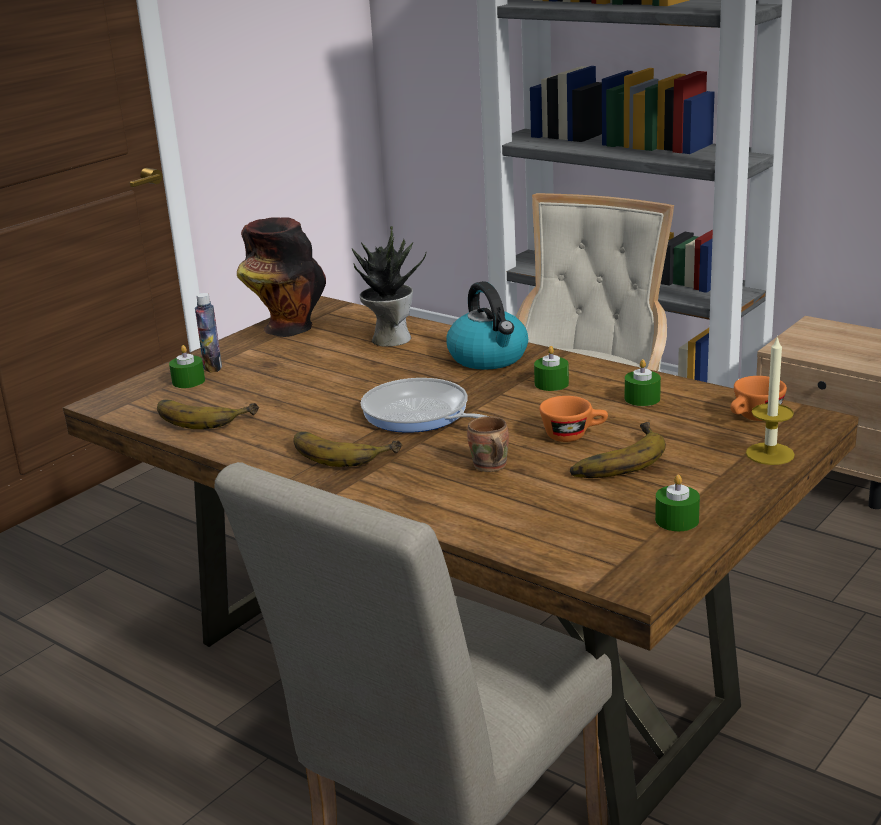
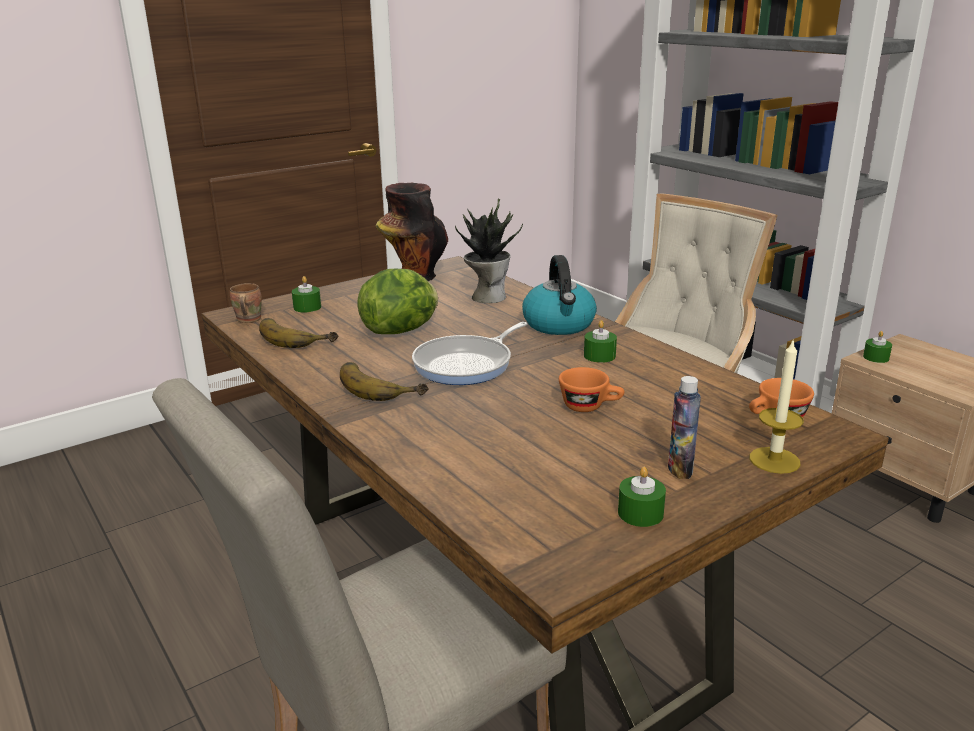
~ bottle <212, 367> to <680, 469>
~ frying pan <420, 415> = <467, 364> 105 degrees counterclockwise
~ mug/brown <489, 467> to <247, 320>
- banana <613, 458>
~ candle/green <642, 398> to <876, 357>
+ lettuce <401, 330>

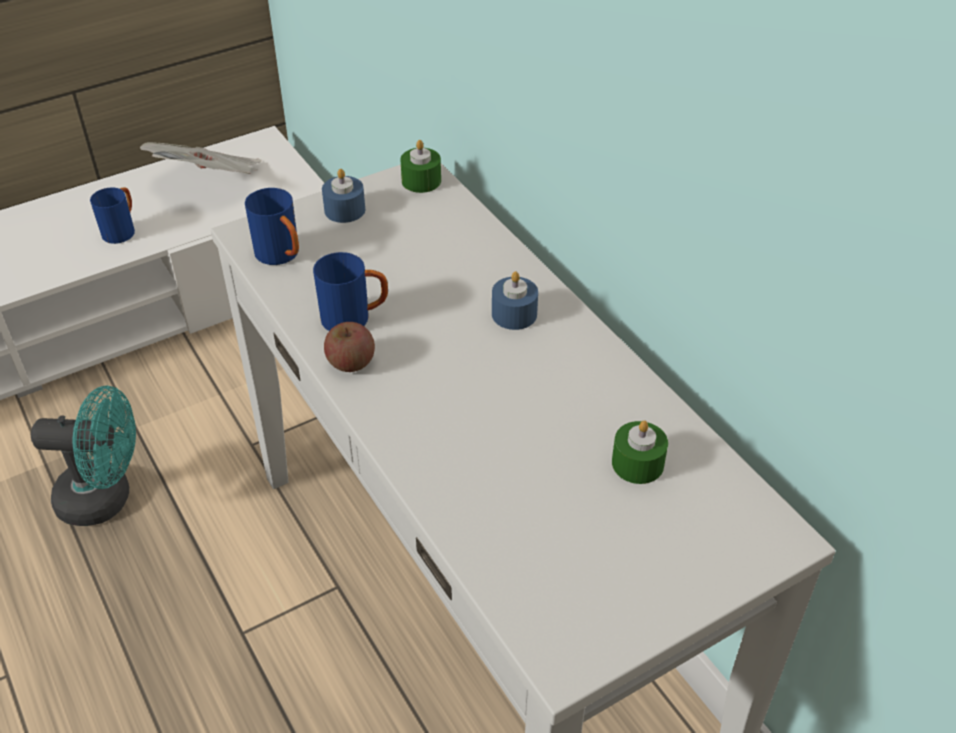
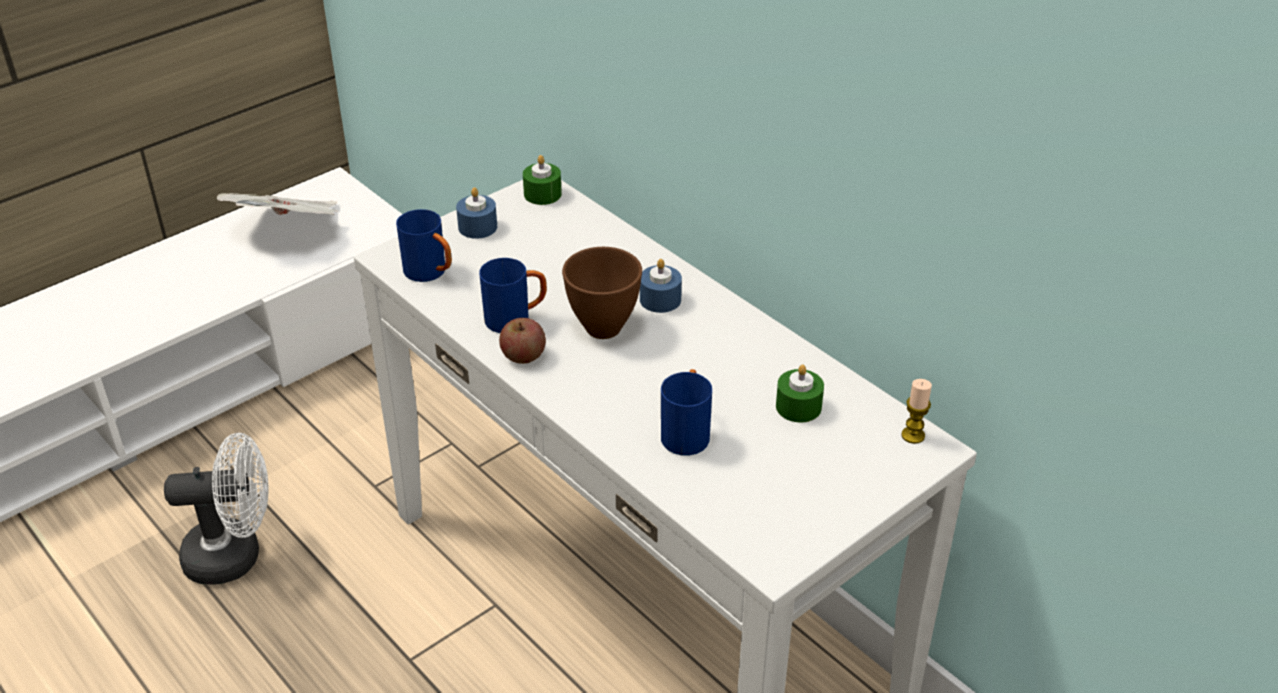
~ fan/turquoise <106, 498> to fan/white <235, 555>
~ mug/blue <122, 230> to <686, 432>
+ bowl/brown <605, 328>
+ candle <913, 435>

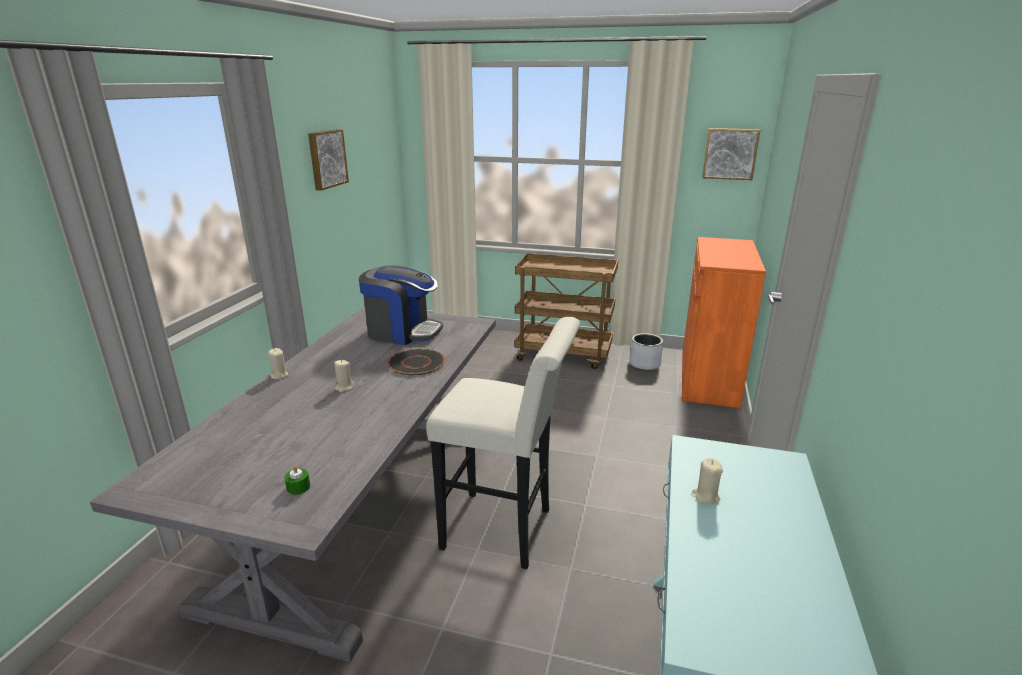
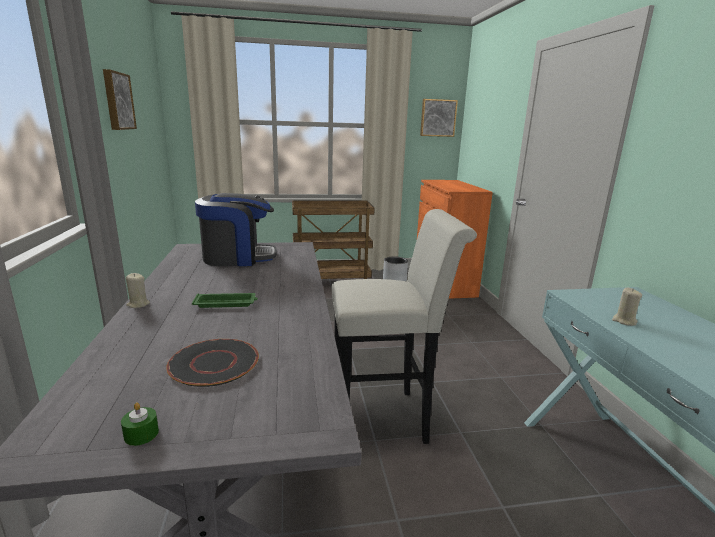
~ candle/green <298, 487> to <141, 434>
~ candle/beige <344, 387> to tray/green <226, 303>
~ plate/black <416, 363> to <213, 363>

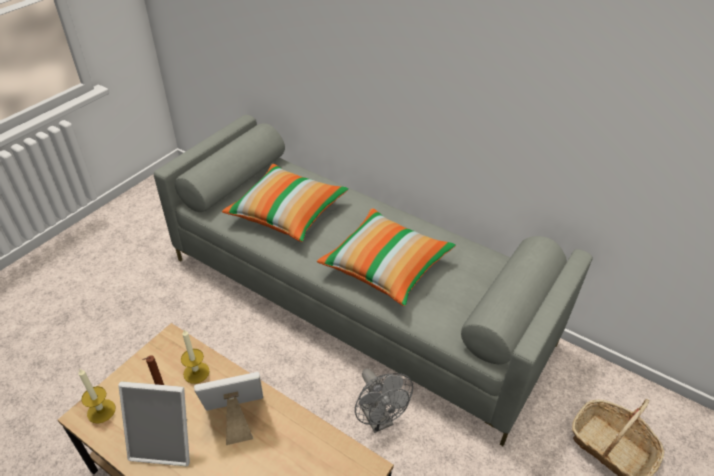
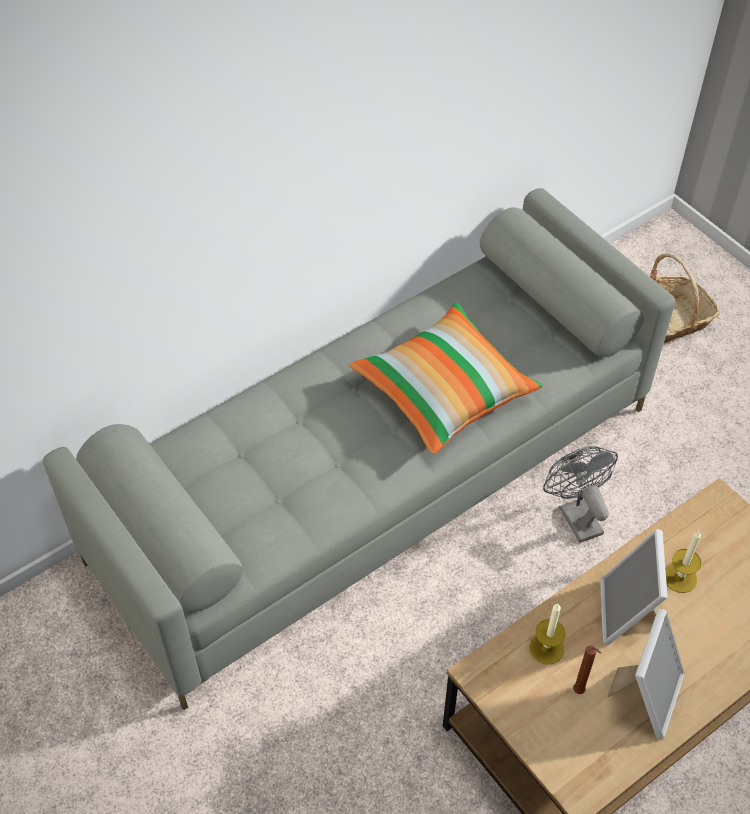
~ candle <101, 411> to <680, 578>
- pillow <287, 213>
~ fan/grey <379, 420> = <575, 515> 105 degrees counterclockwise

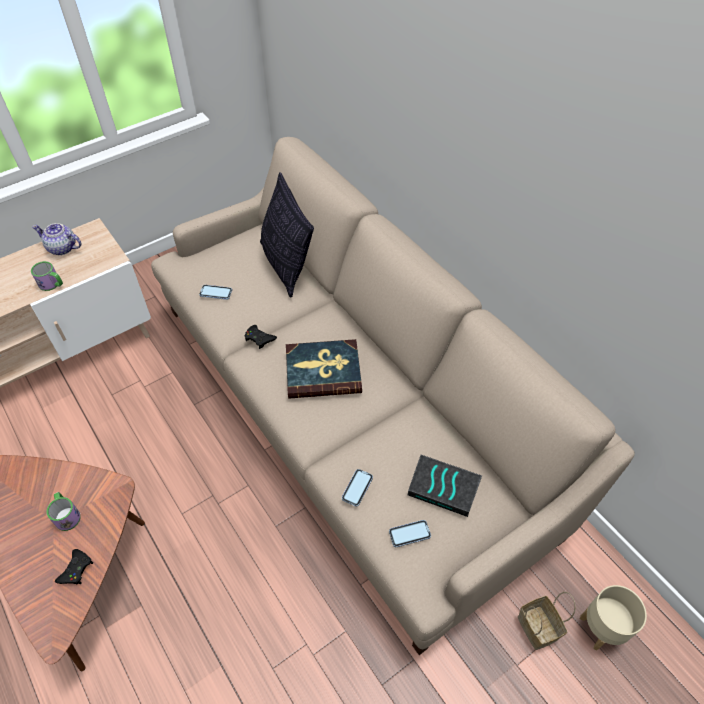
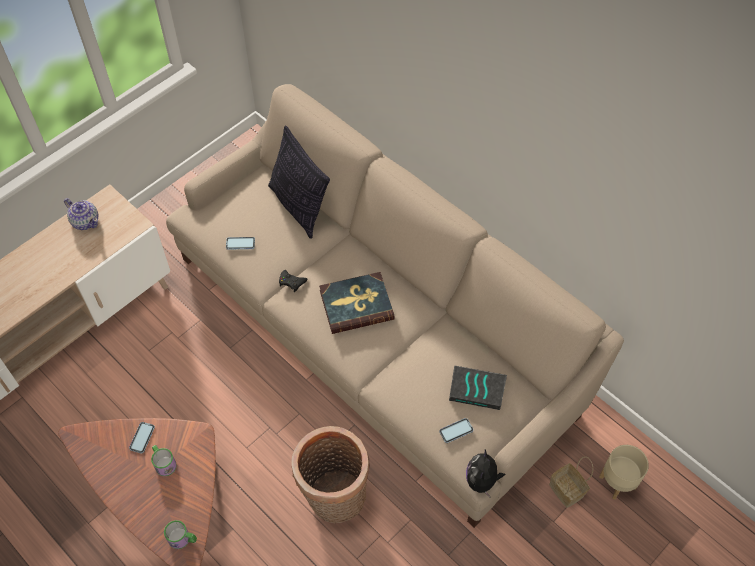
~ mug <52, 284> to <183, 539>
~ teapot <62, 248> = <85, 221> 150 degrees counterclockwise
- game controller/black <76, 569>
~ phone <357, 488> to <142, 438>
+ basket <334, 499>
+ plush toy <482, 480>

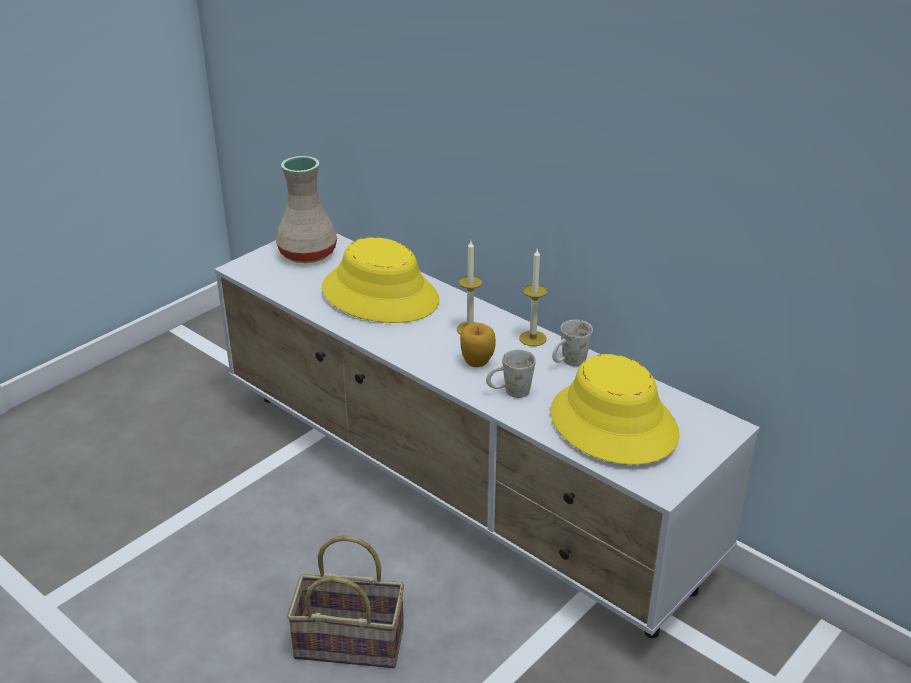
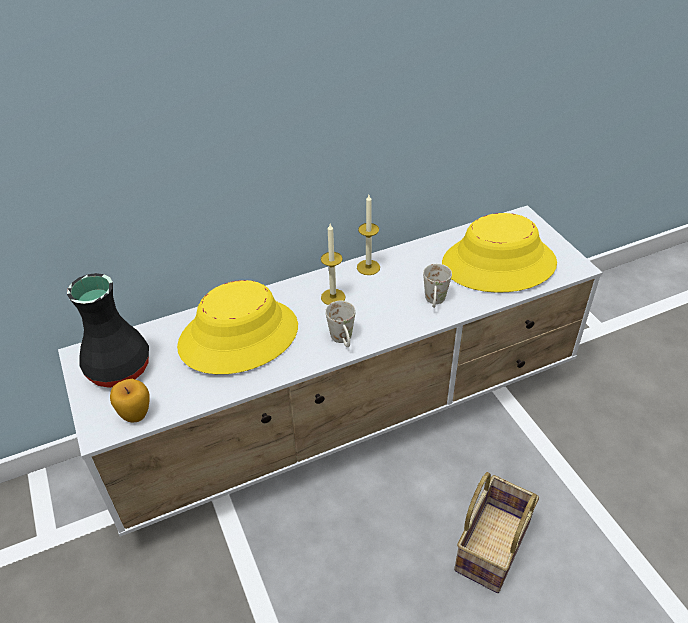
~ vase/beige <306, 253> to vase/black <118, 370>
~ apple <477, 362> to <136, 414>
~ mug/white <568, 363> to <343, 340>

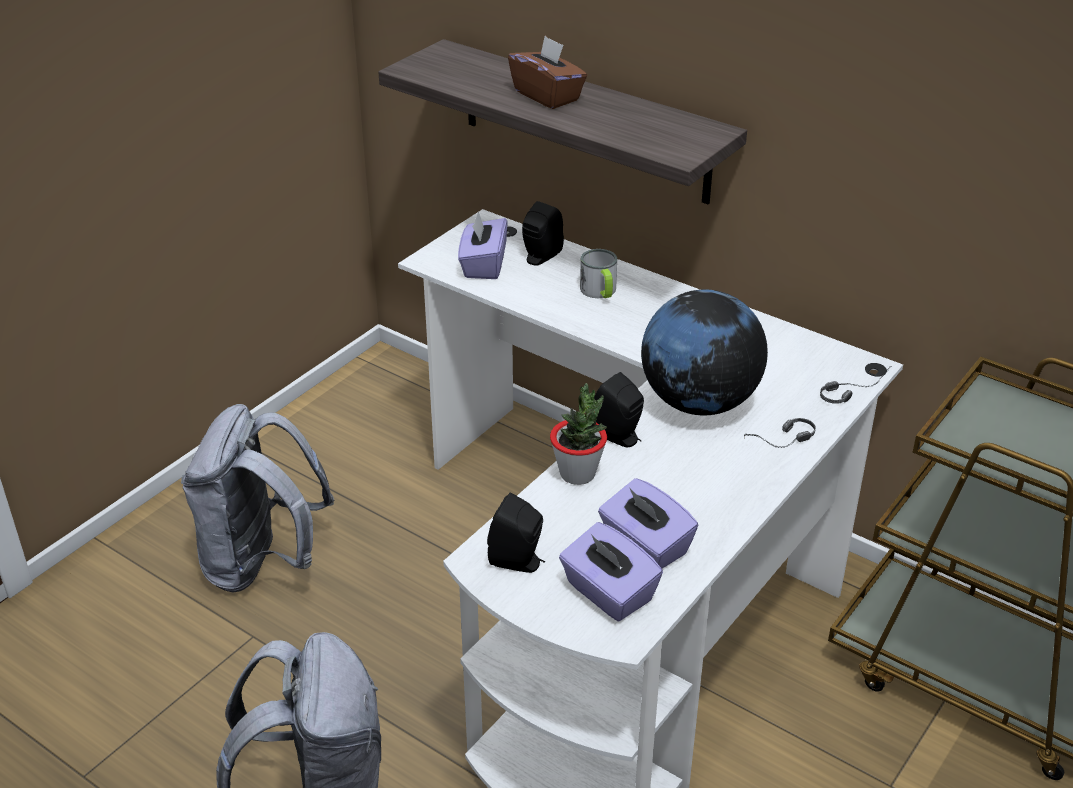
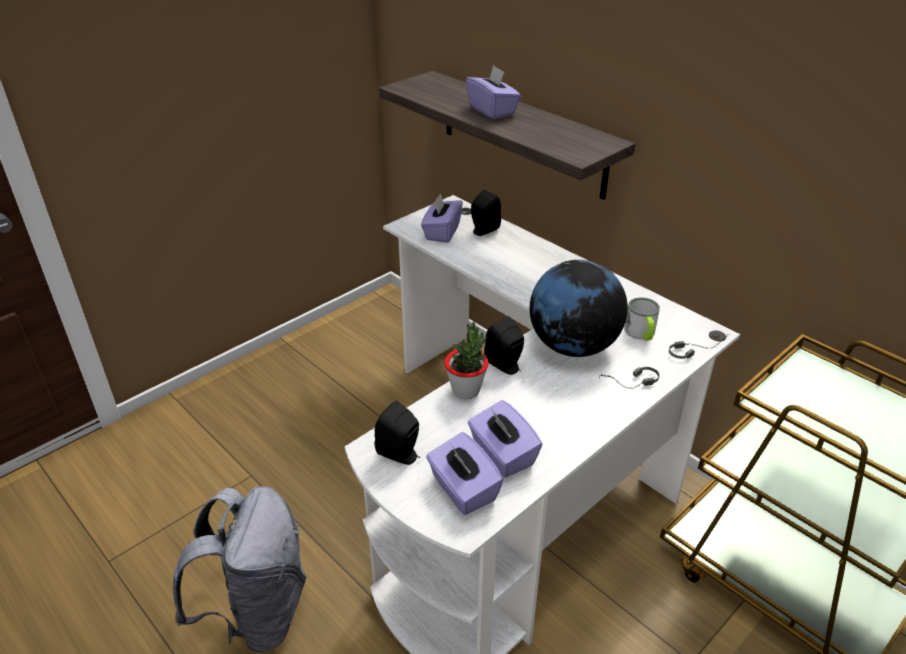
- backpack/grey <262, 563>
~ tissue box/brown <547, 96> to tissue box/purple <492, 110>
~ mug <600, 292> to <641, 334>

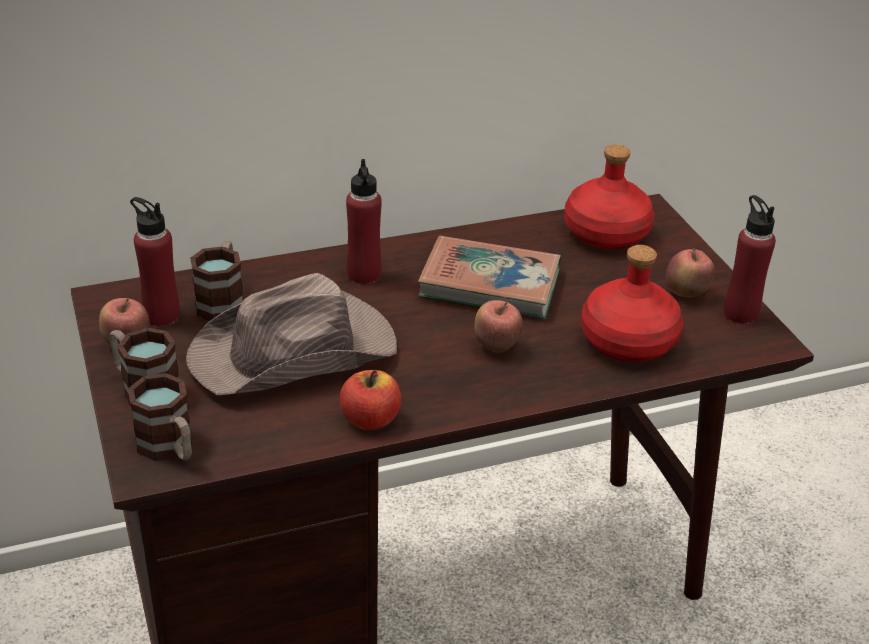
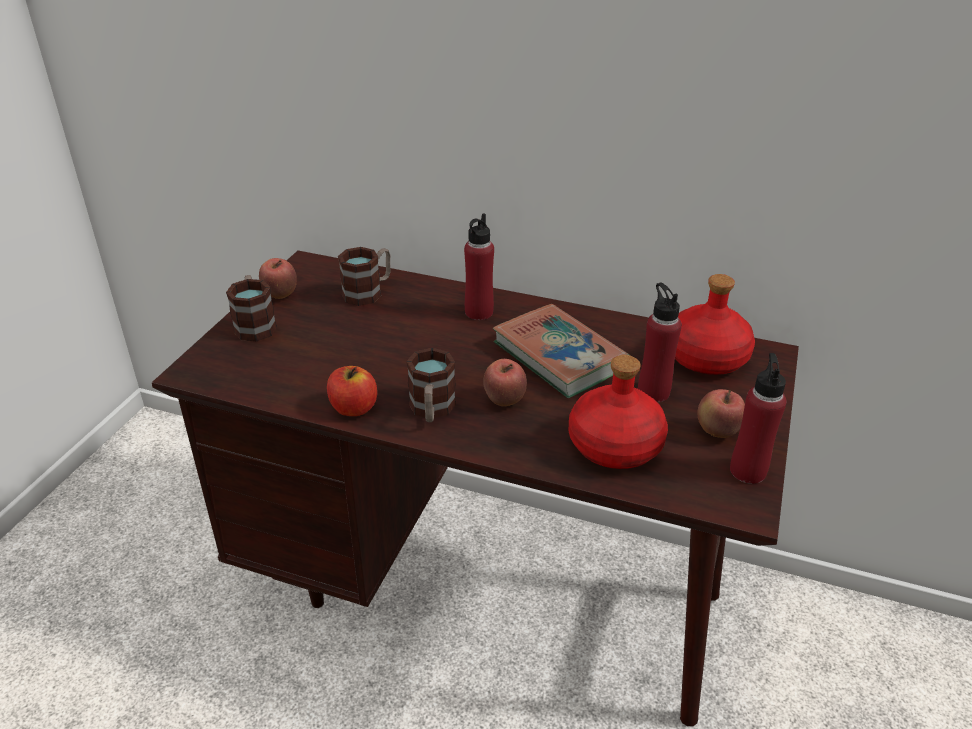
~ mug <170, 448> to <431, 410>
~ bottle/red <162, 315> to <653, 392>
- hat/brown <295, 353>

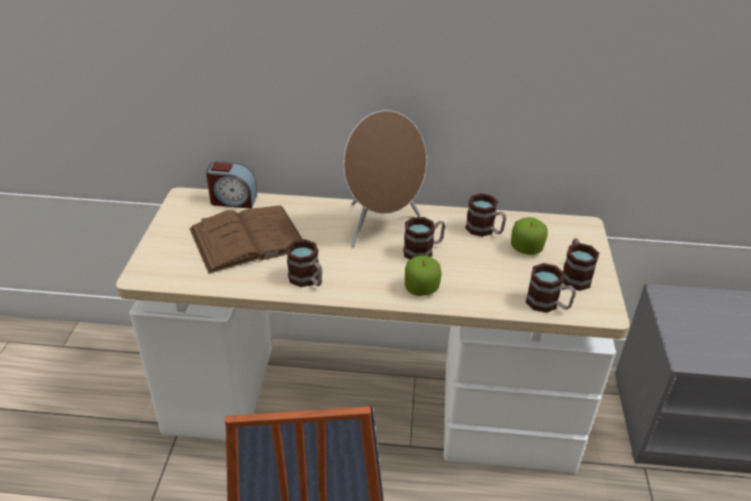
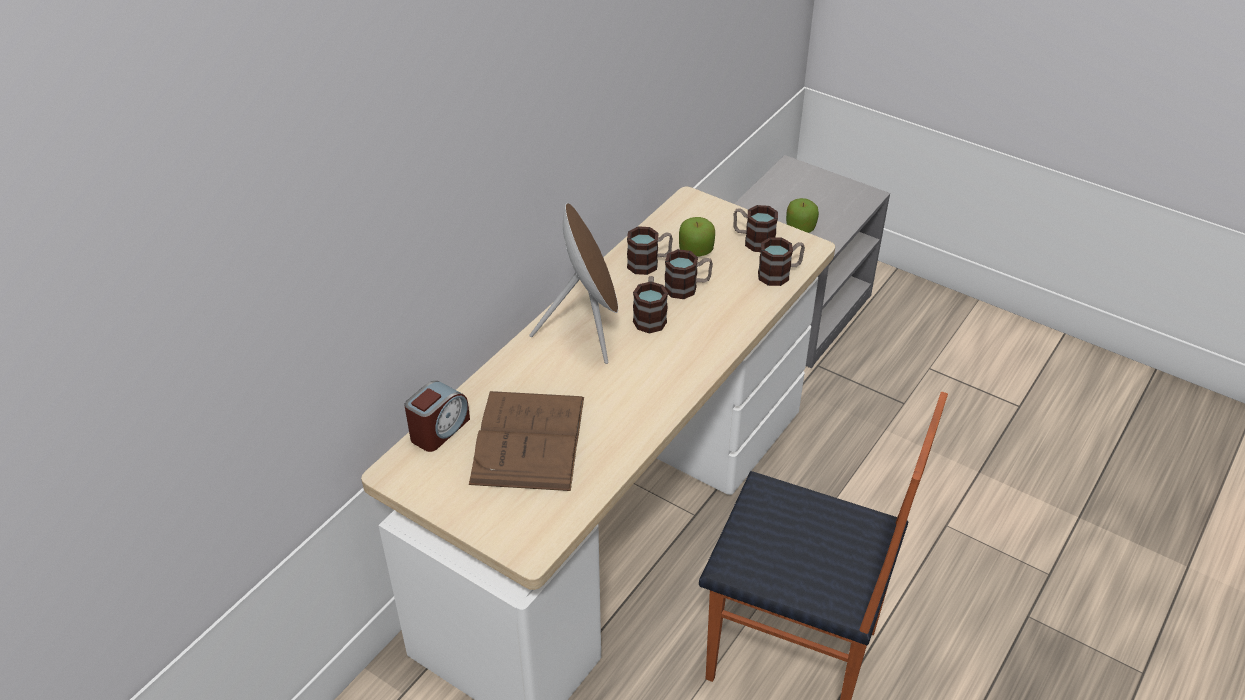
~ mug <307, 280> to <687, 287>
~ apple <421, 288> to <800, 227>

